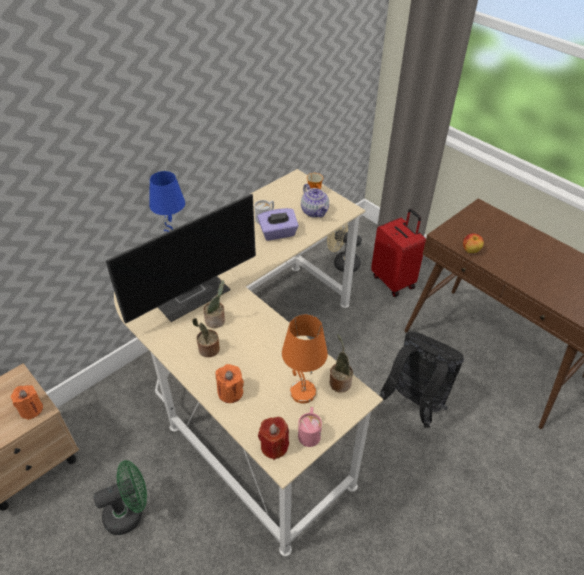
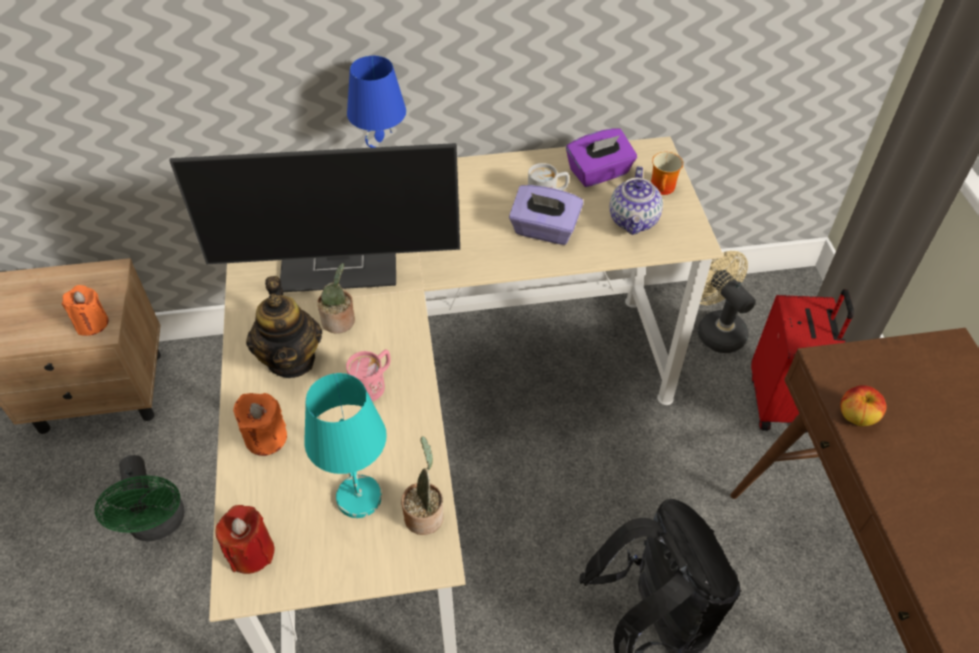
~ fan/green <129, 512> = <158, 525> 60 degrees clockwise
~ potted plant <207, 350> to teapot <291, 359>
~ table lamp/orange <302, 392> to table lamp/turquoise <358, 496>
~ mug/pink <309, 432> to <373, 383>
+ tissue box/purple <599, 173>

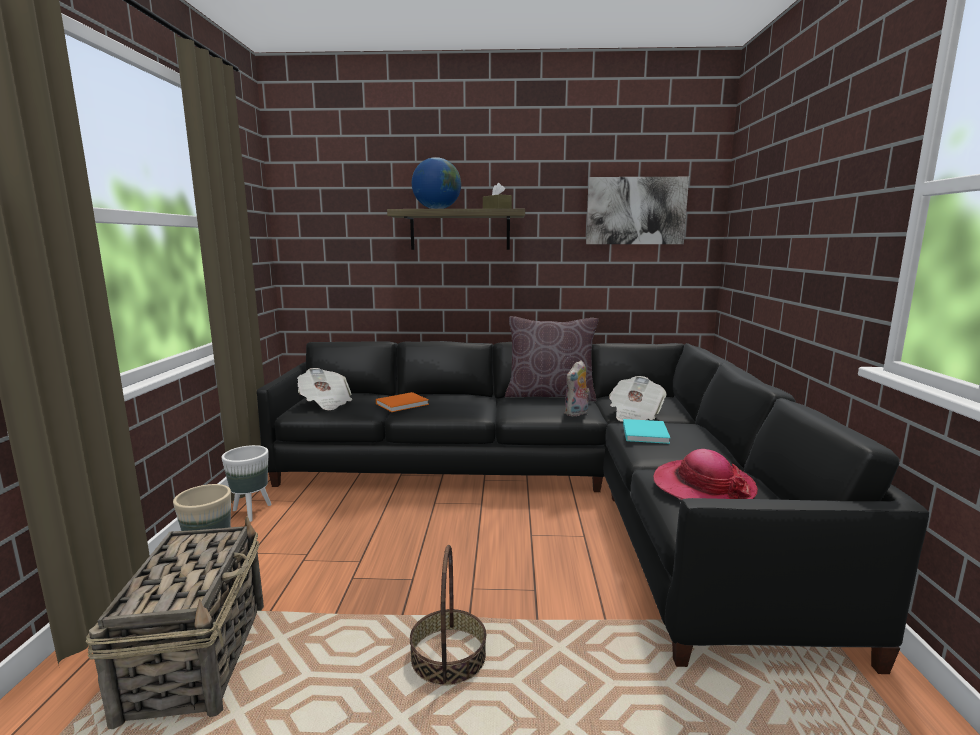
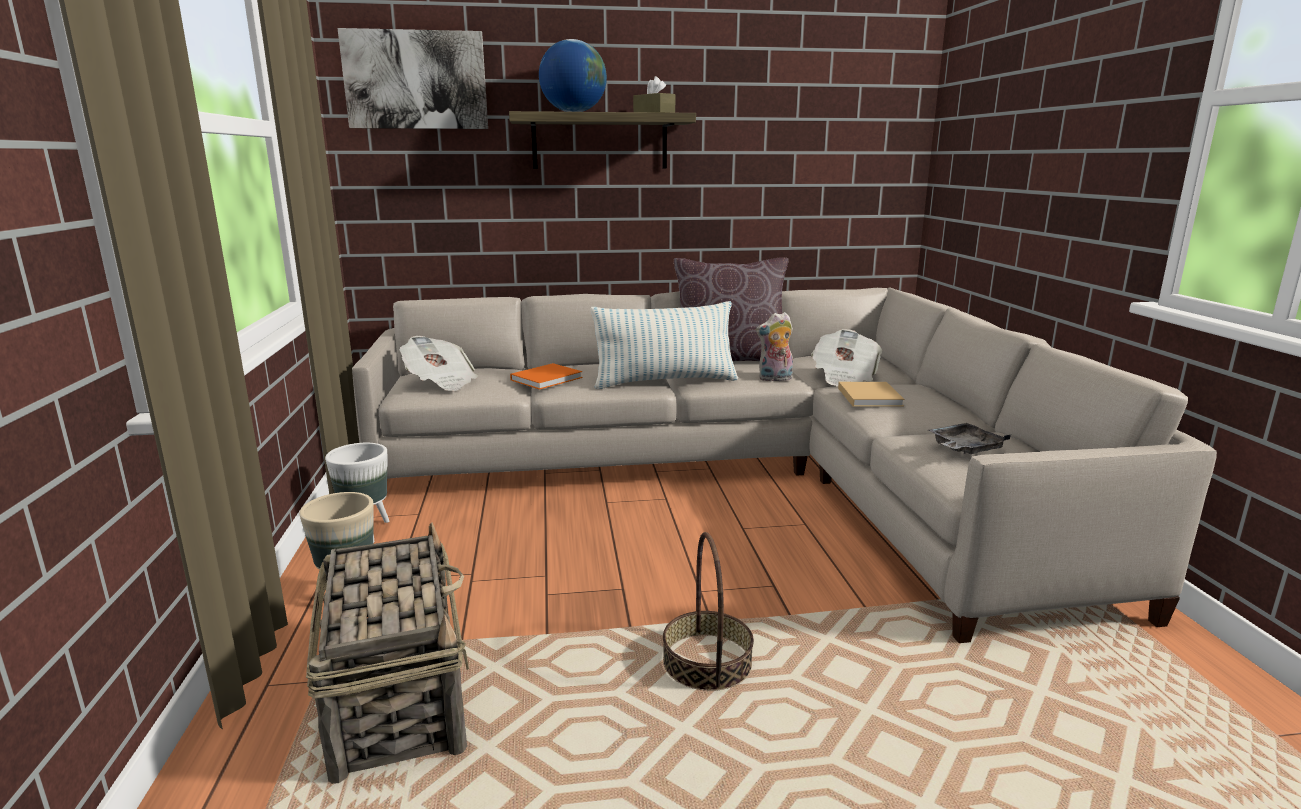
~ sofa/black <551, 489> to sofa/beige <744, 476>
~ plush toy <577, 413> = <775, 379> 45 degrees clockwise
~ picture <635, 211> to <416, 80>
~ book/turquoise <645, 433> to book/beige <869, 396>
~ hat <703, 486> to tray/grey <964, 448>
+ pillow <665, 382>

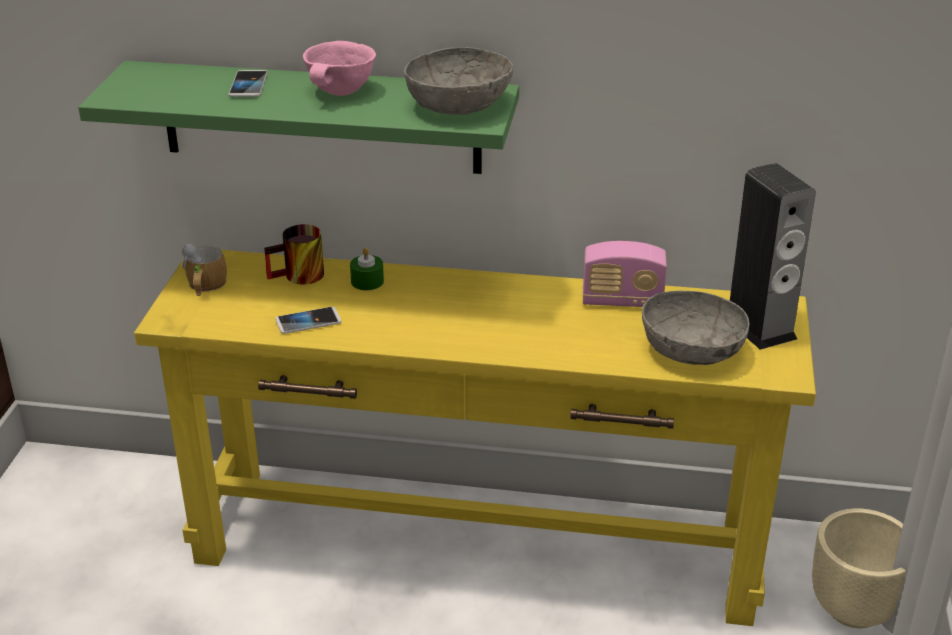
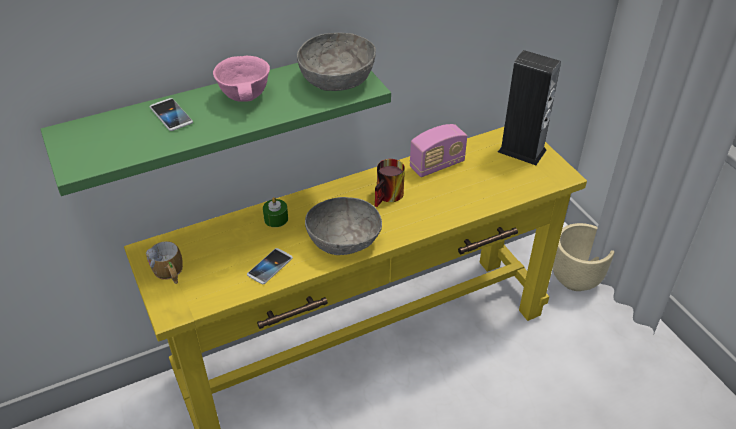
~ mug <299, 277> to <389, 197>
~ bowl/grey <692, 351> to <344, 240>

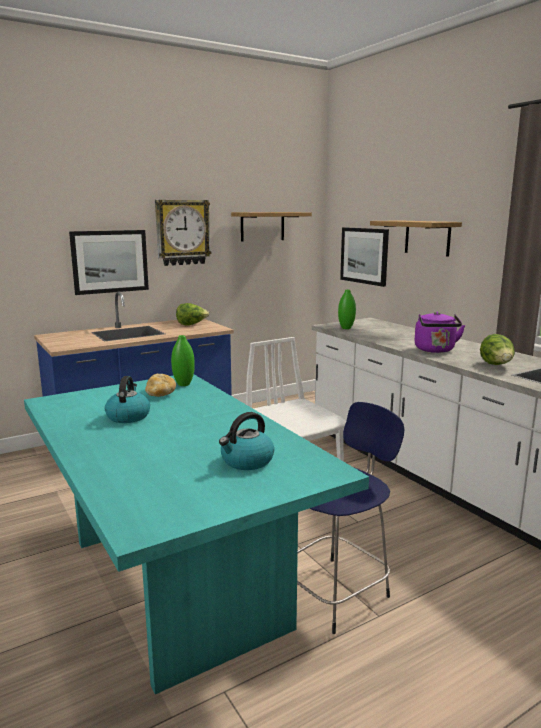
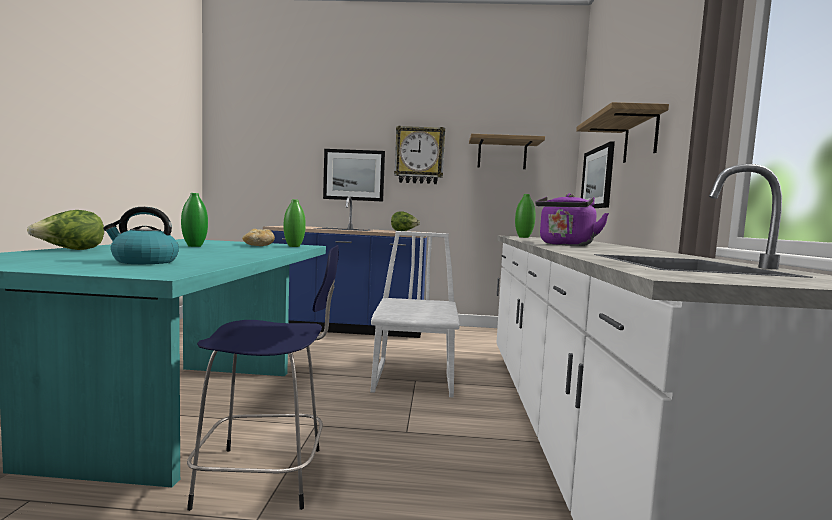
~ kettle <128, 416> to vase/green <194, 246>
~ lettuce <496, 365> to <70, 250>

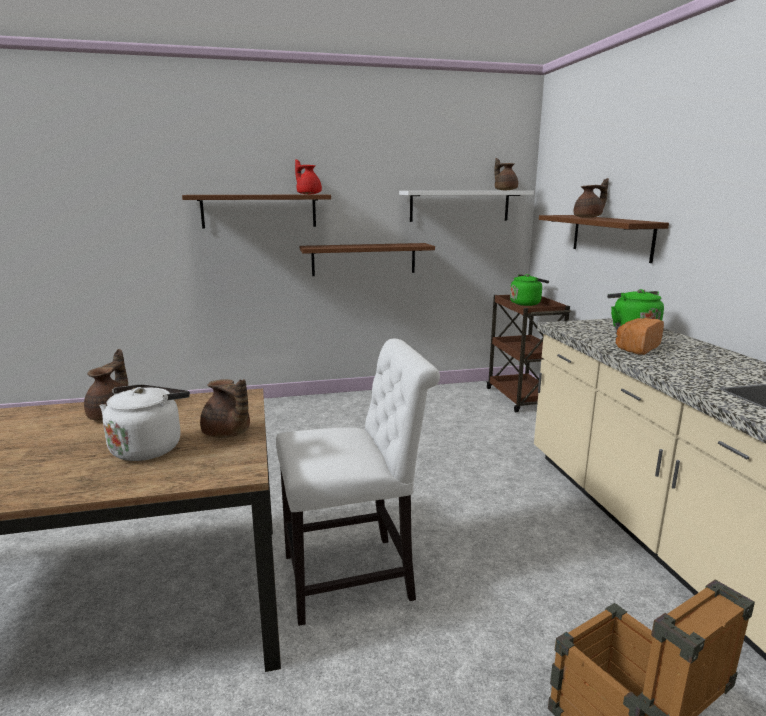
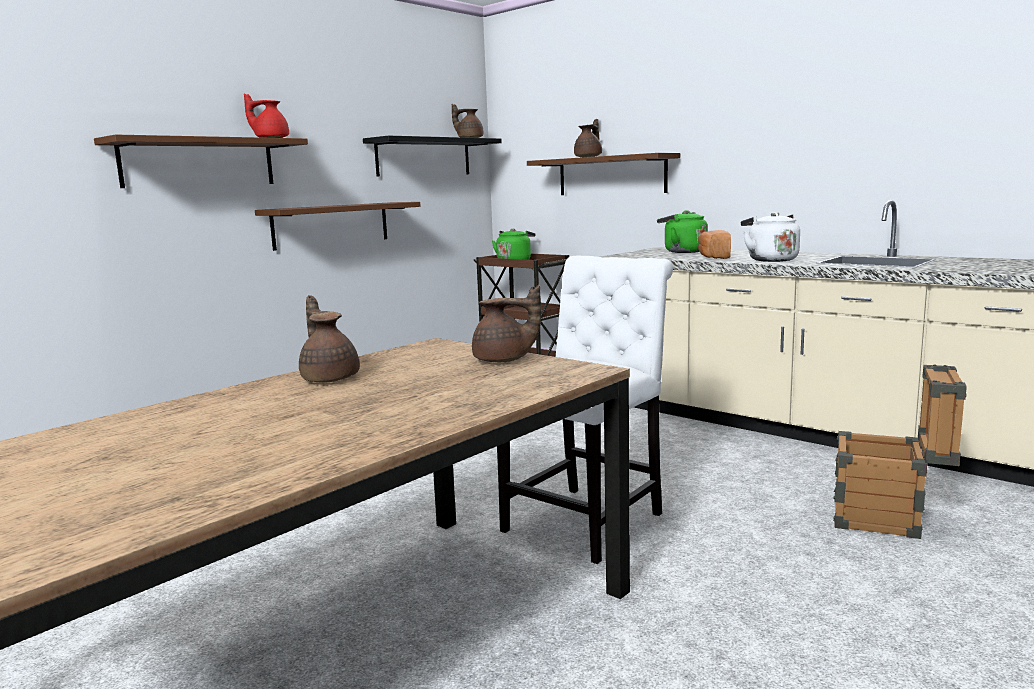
~ kettle/white <149, 447> to <770, 260>
~ shelf/white <459, 206> to shelf/black <424, 157>

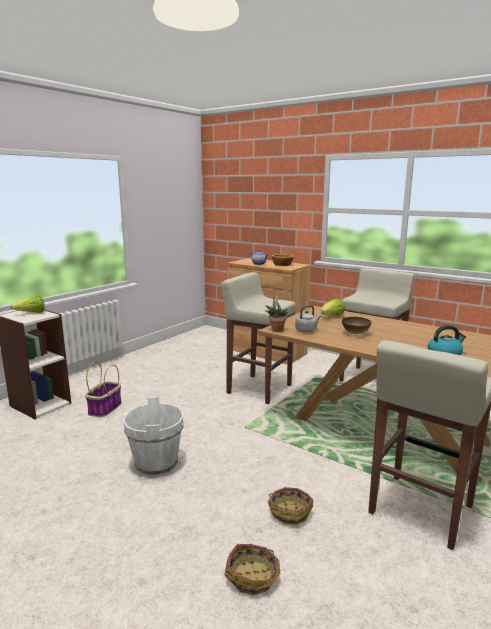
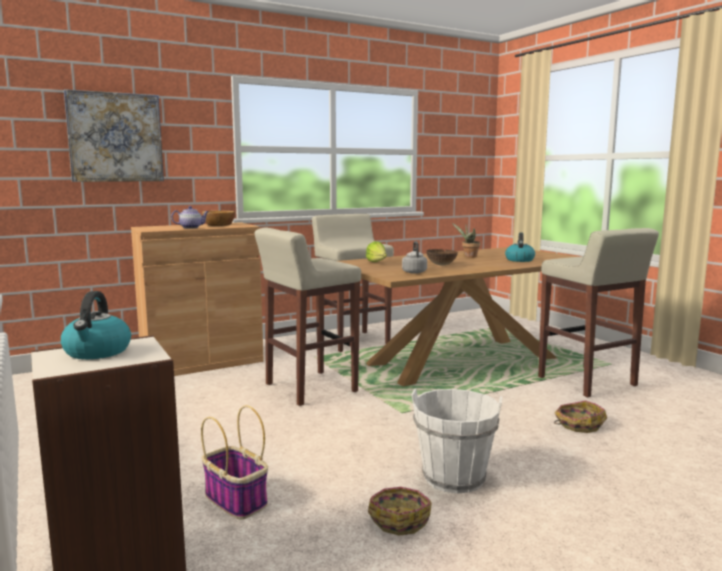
~ lettuce <32, 313> to kettle <97, 352>
~ basket <253, 576> to <399, 519>
~ potted plant <276, 329> to <468, 256>
+ picture <115, 137>

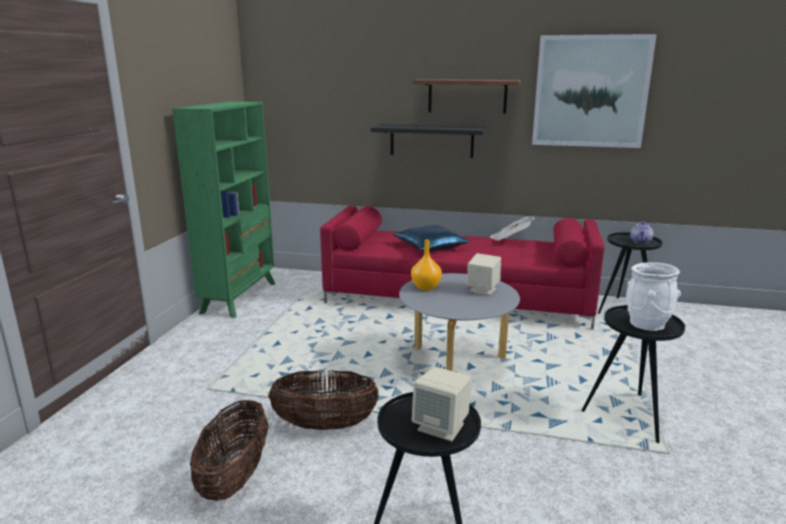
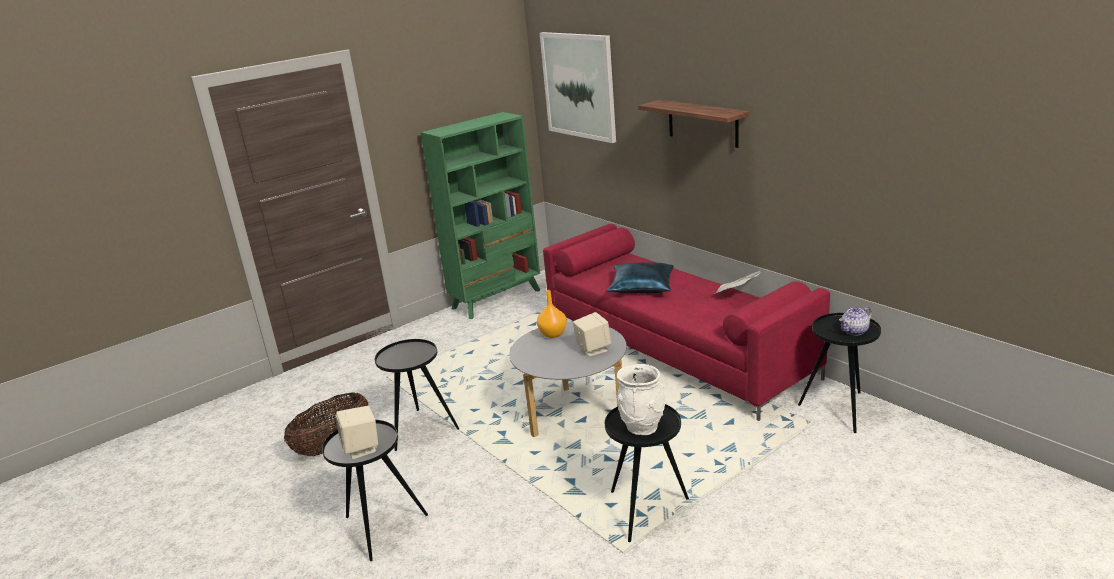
~ basket <325, 425> to side table/black <420, 430>
- shelf/black <431, 140>
~ picture <590, 92> to <579, 86>

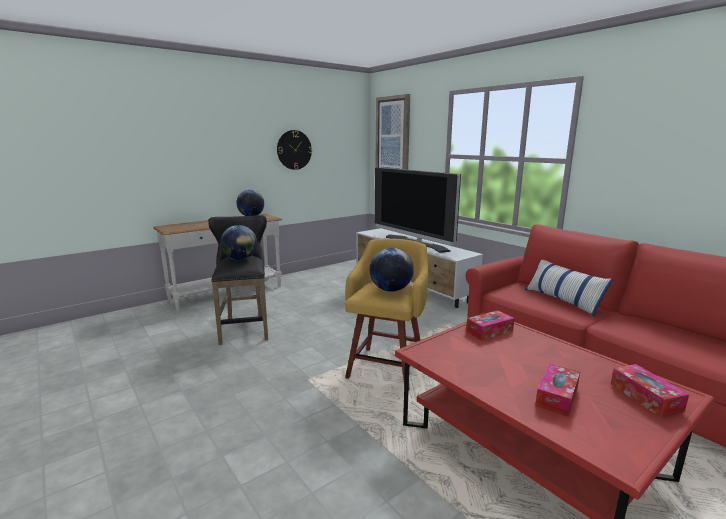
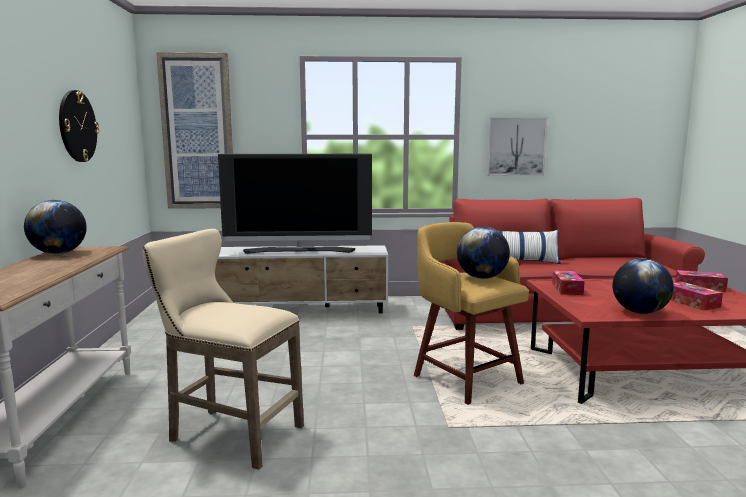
~ stool/black <245, 327> to stool/beige <229, 433>
~ globe <240, 259> to <639, 312>
+ picture <516, 146>

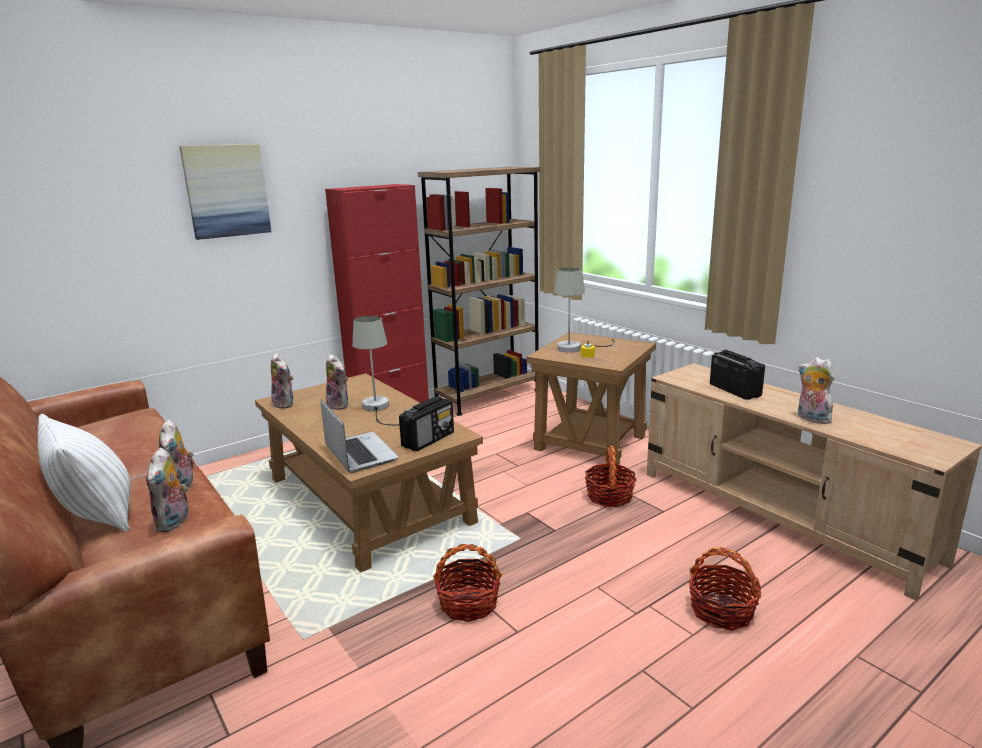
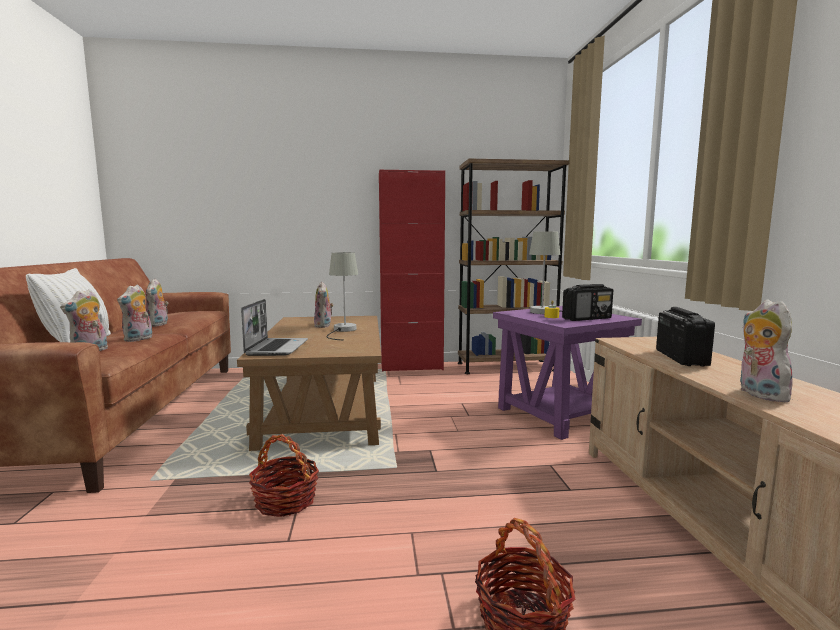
- picture <226, 191>
~ plush toy <285, 404> to <158, 325>
~ radio <428, 440> to <587, 318>
~ side table/brown <591, 442> to side table/purple <560, 415>
- basket <609, 496>

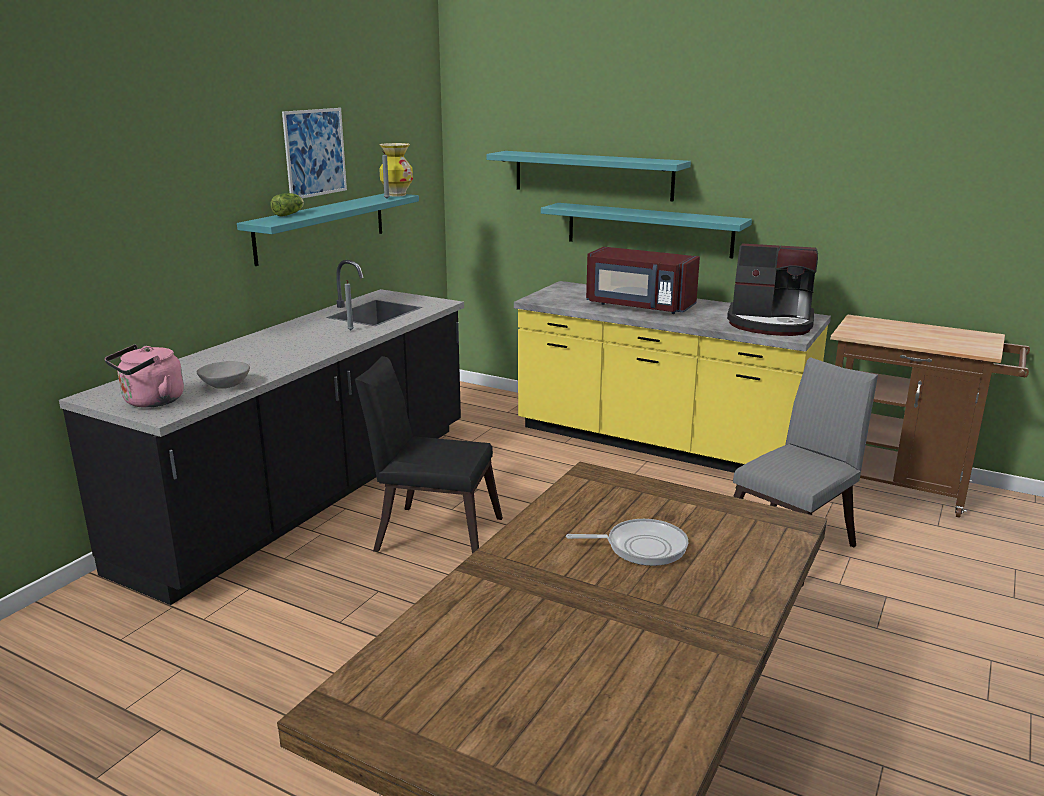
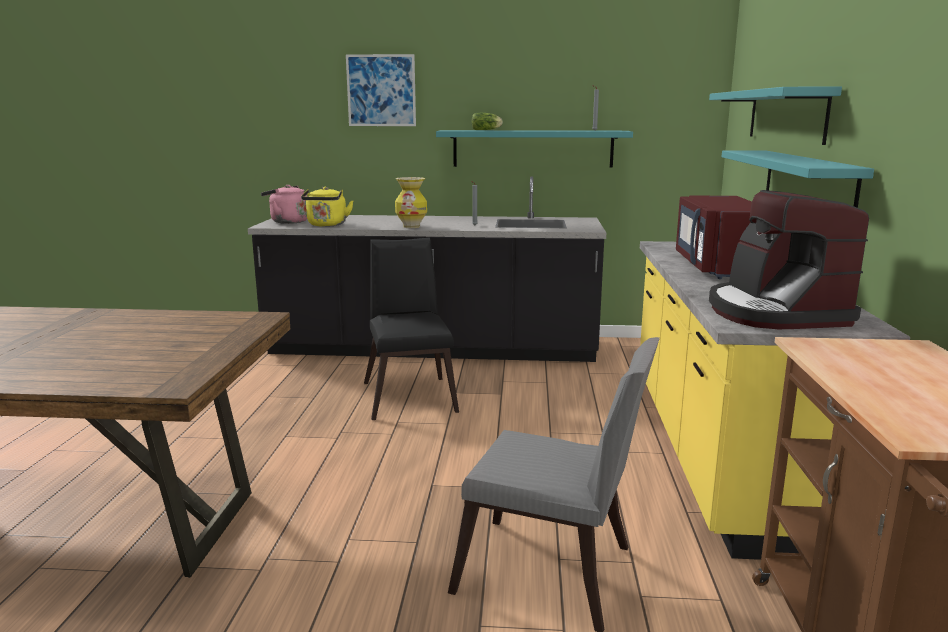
~ bowl/grey <225, 385> to kettle/yellow <327, 225>
~ picture <315, 153> to <381, 90>
~ vase <397, 195> to <411, 227>
- frying pan <641, 547>

